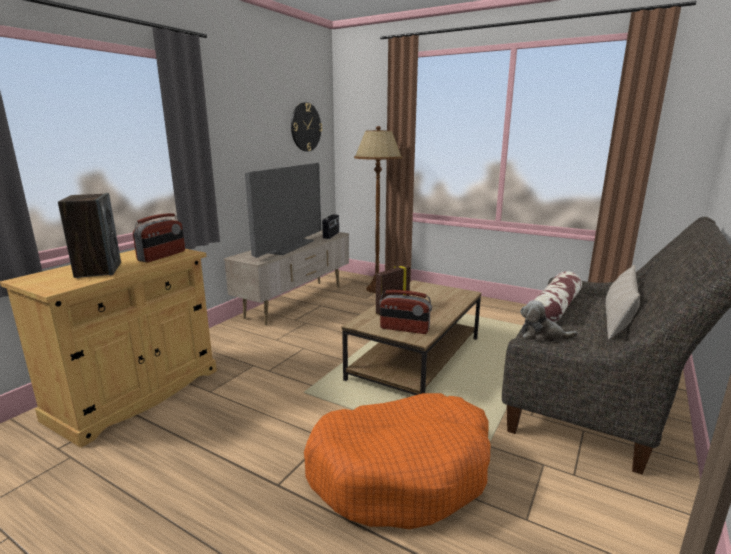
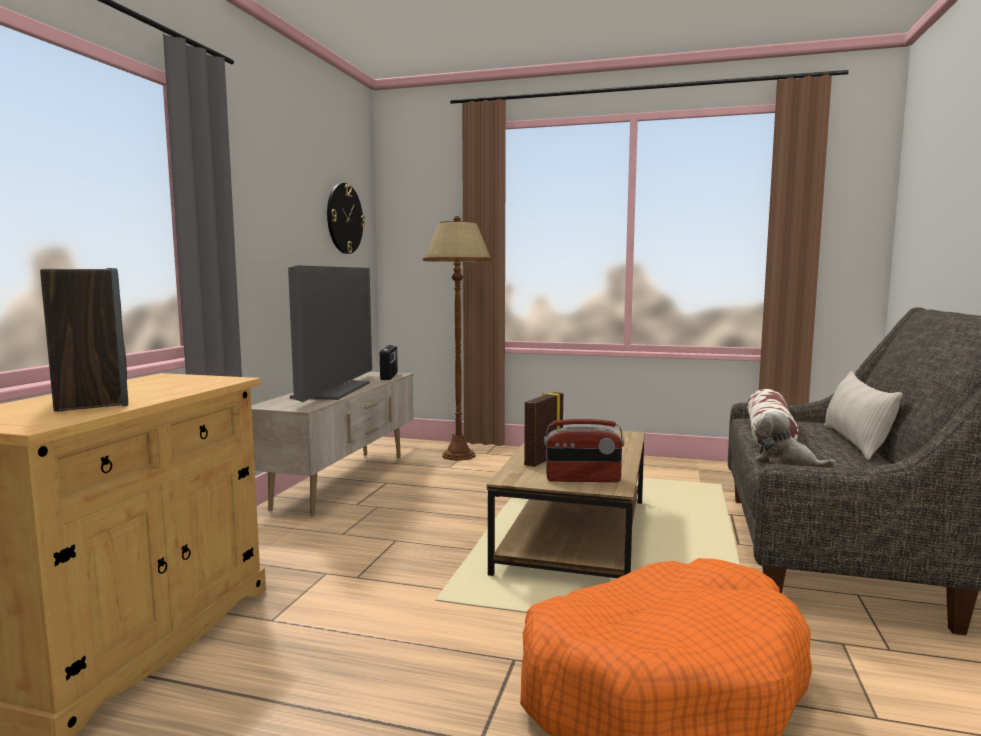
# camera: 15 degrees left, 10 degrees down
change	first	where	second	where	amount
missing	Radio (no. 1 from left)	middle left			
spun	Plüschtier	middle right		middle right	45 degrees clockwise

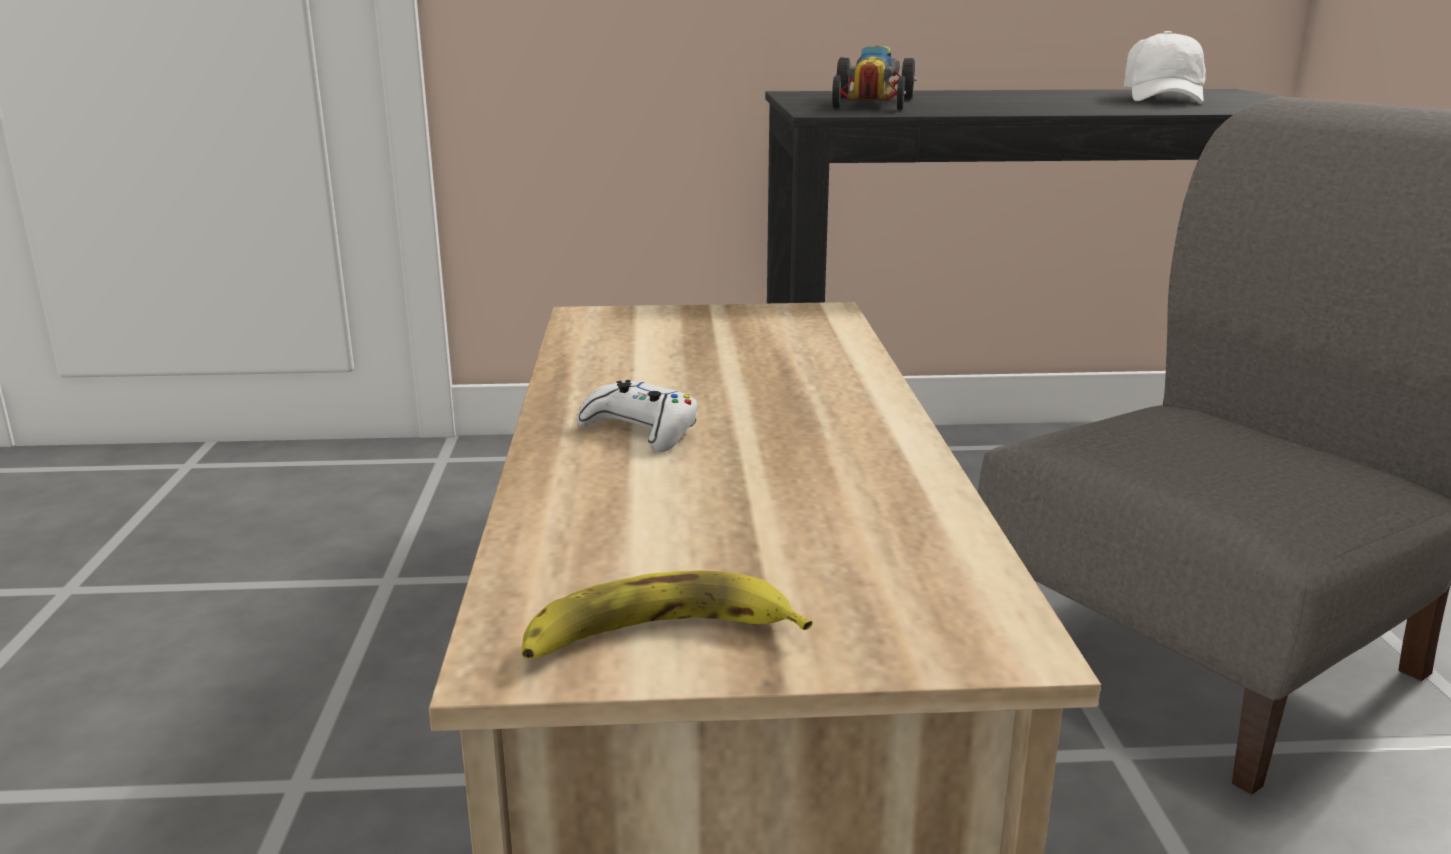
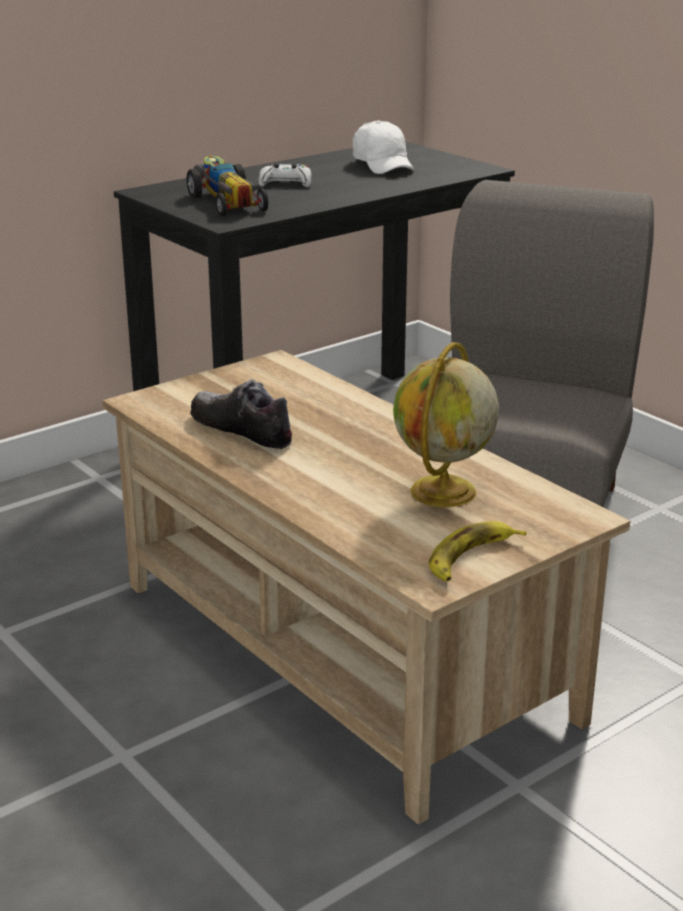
# camera: 35 degrees left, 5 degrees up
change	first	where	second	where	amount
relocated	Gamepad (weiß)	centre		top centre	
appeared			Globus	centre	
appeared			Schuh	centre	

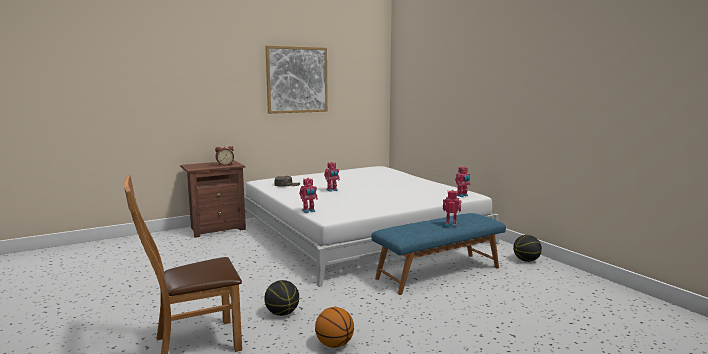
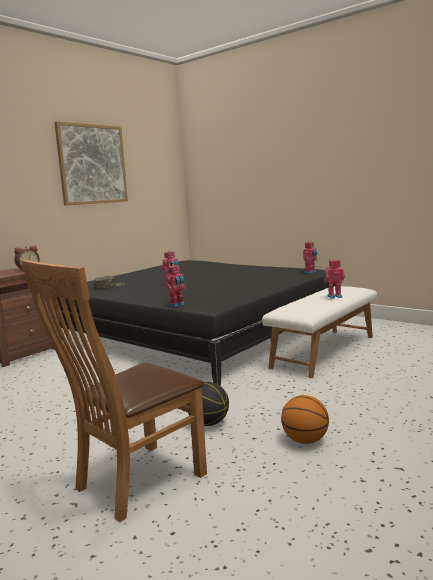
# camera: 20 degrees left, 0 degrees up
change	first	where	second	where	amount
colour	Bett (weiß)	centre	Bett (schwarz)	centre	
colour	Bank (blau)	bottom centre	Bank (weiß)	middle right	
missing	Basketball (no. 3 from left)	bottom right			

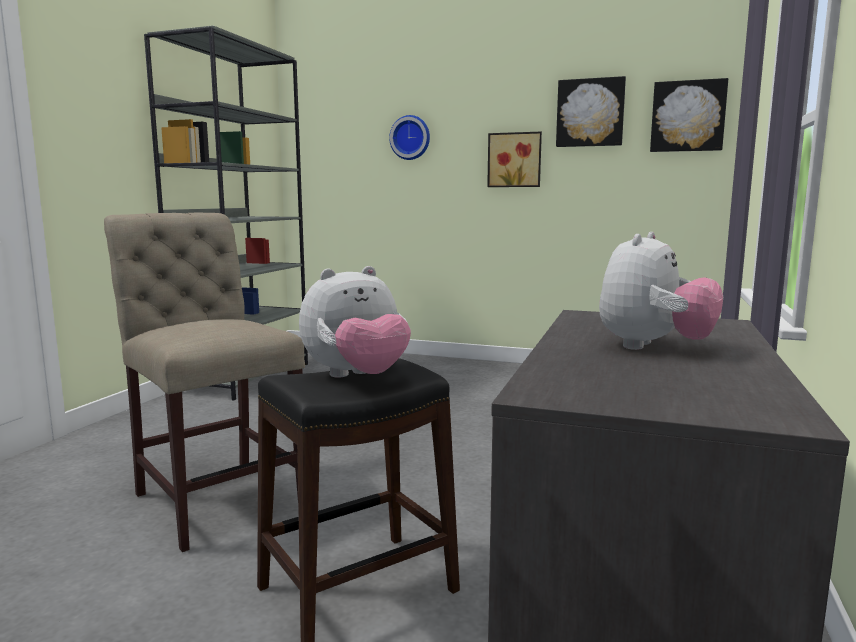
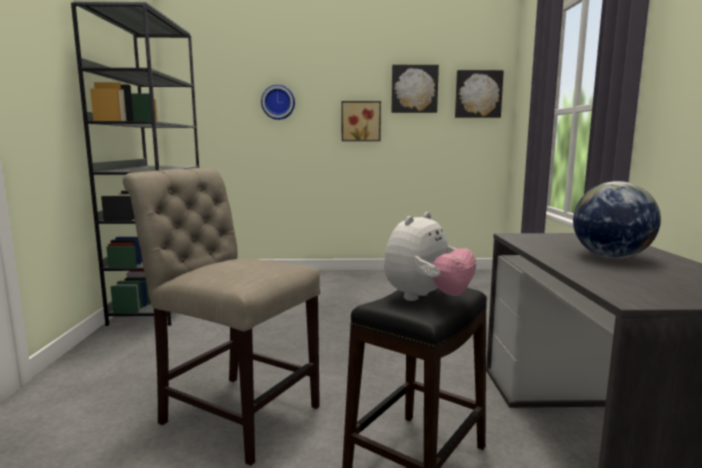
# camera: 20 degrees left, 0 degrees up
change	first	where	second	where	amount
exchanged	Plüschtier (no. 2 from left)	middle right	Globus	middle right	

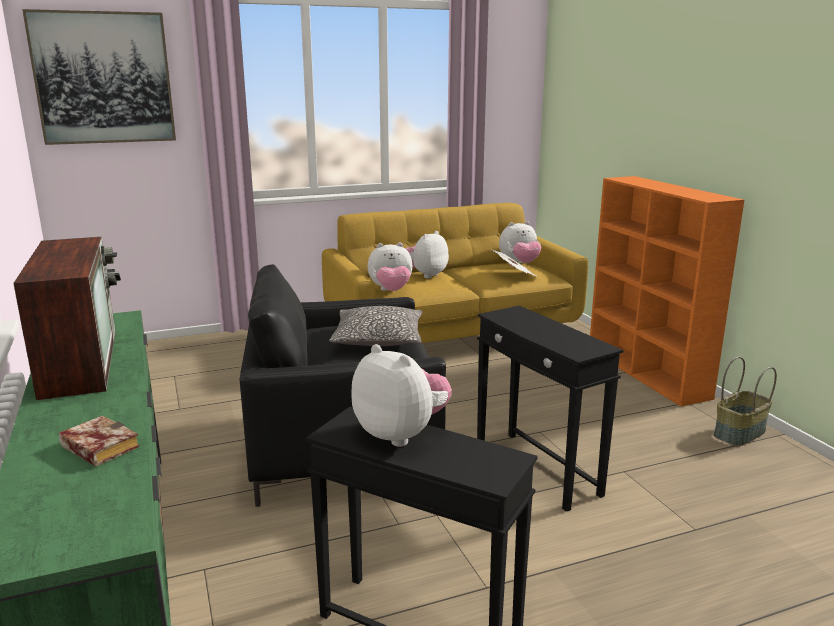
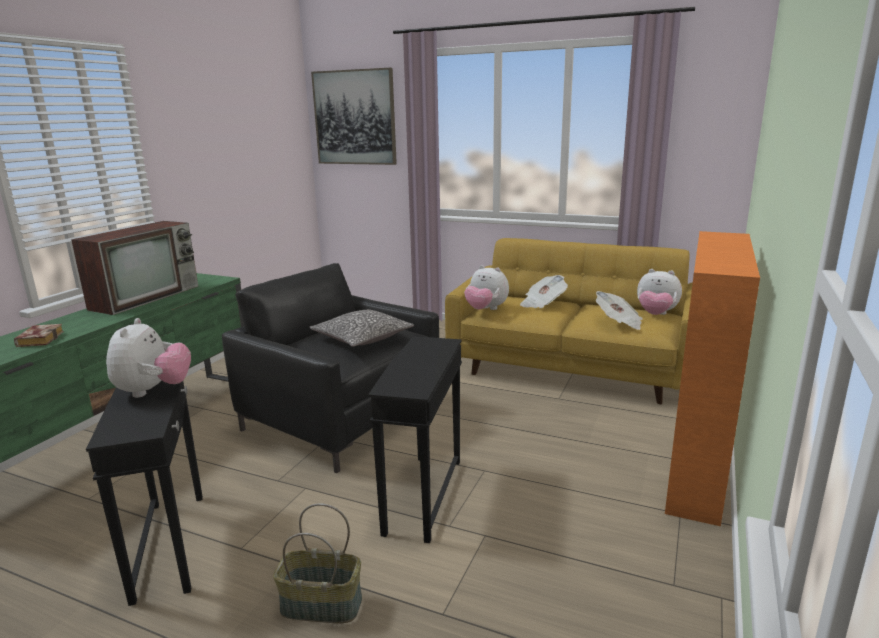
# camera: 45 degrees right, 0 degrees up
change	first	where	second	where	amount
exchanged	Plüschtier (no. 3 from left)	centre	Zeitung (no. 1 from left)	centre	
relocated	Korb	middle right		bottom centre	

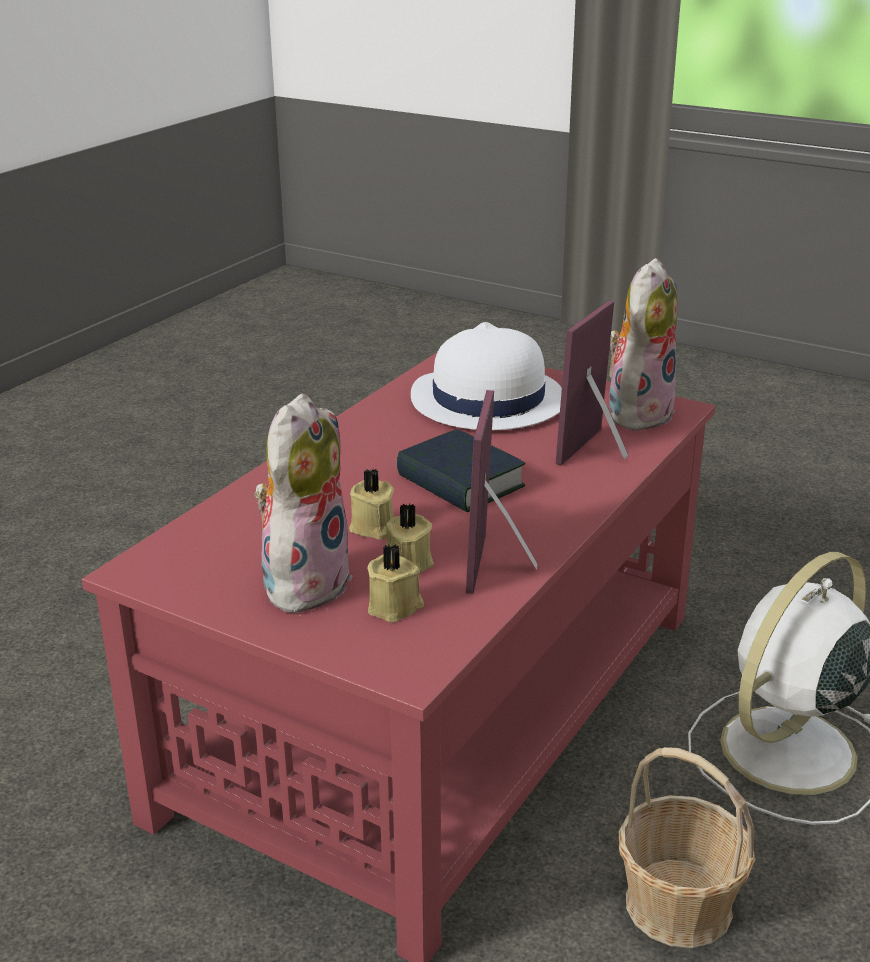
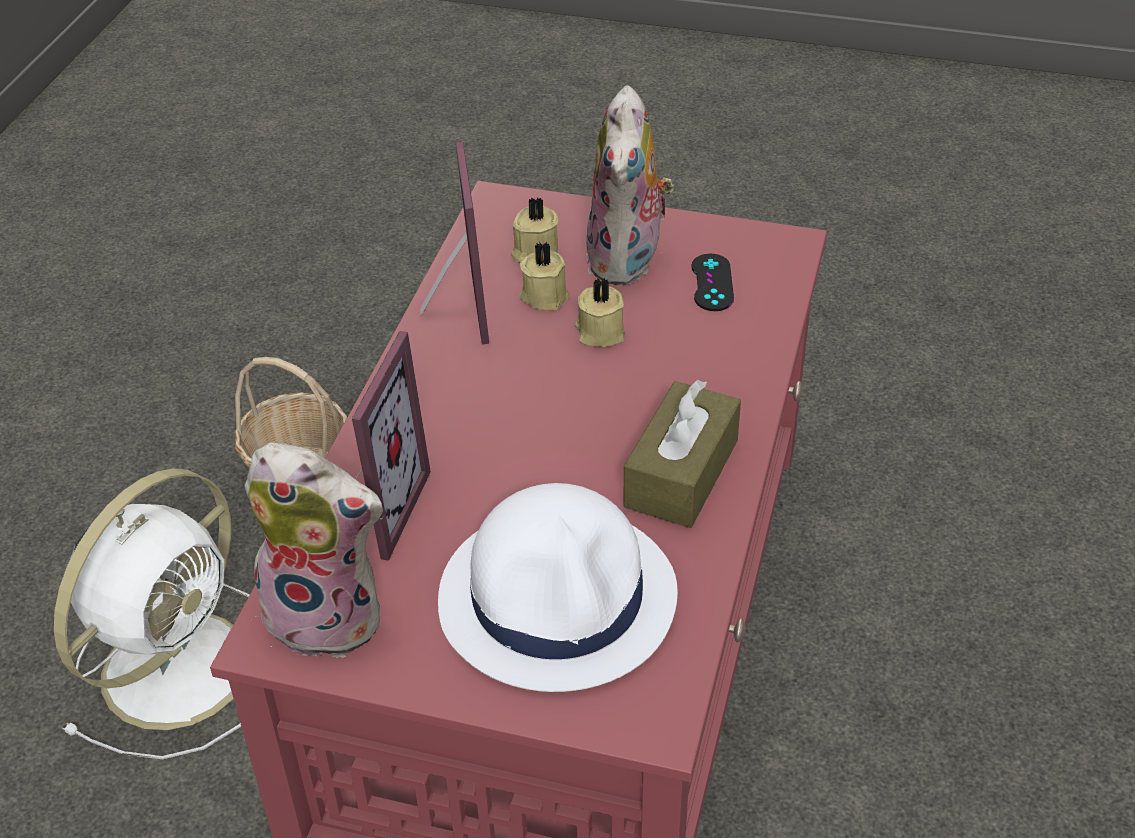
# camera: 165 degrees right, 15 degrees up
change	first	where	second	where	amount
spun	Plüschtier (no. 2 from left in the first image)	middle right	Plüschtier (no. 1 from left)	middle left	90 degrees counterclockwise
missing	Buch	centre			
appeared			Gamepad (schwarz)	centre	
appeared			Taschentuchbox (braun)	centre	

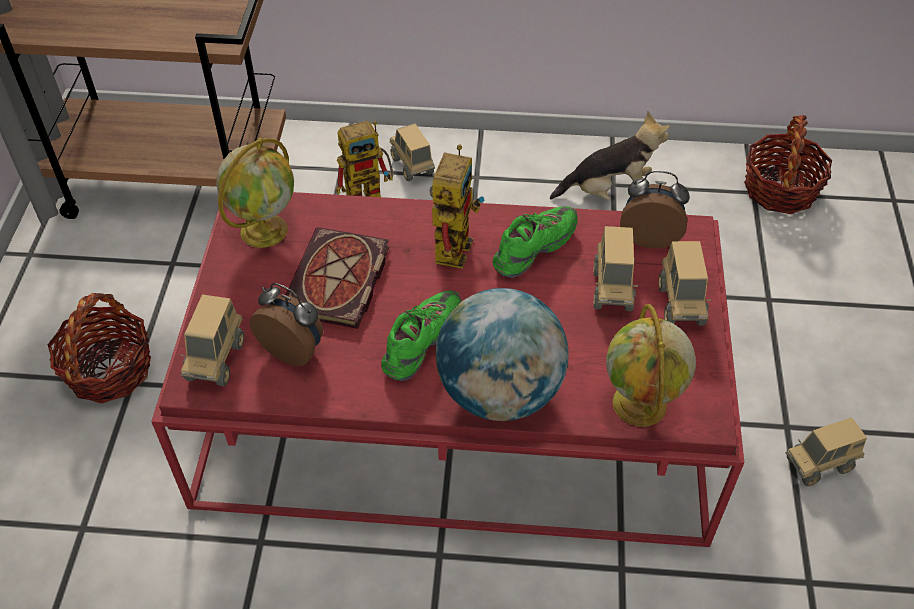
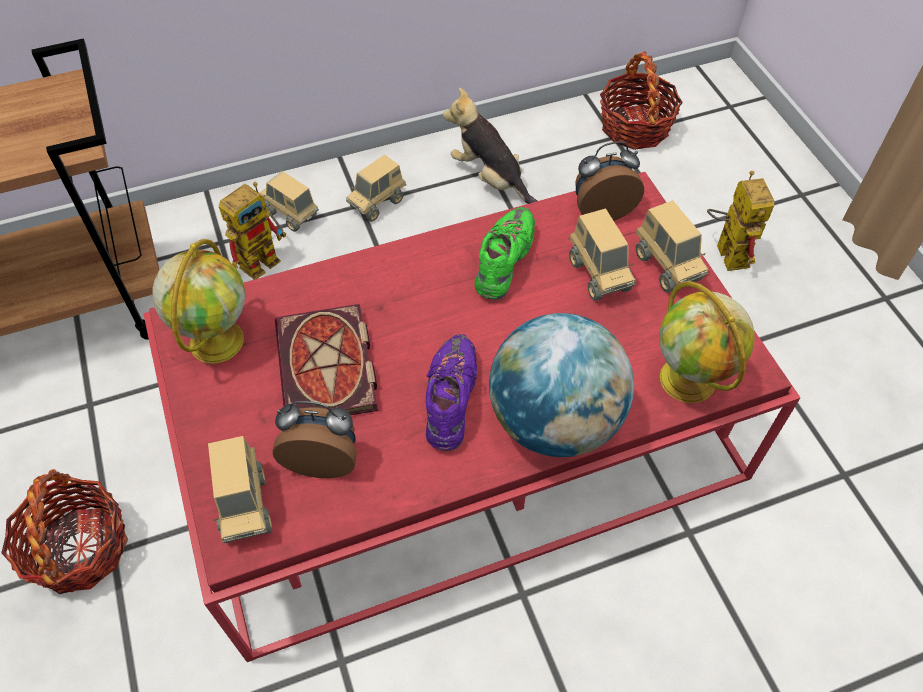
# camera: 25 degrees left, 5 degrees up
change	first	where	second	where	amount
spun	Plüschtier	top centre		top centre	105 degrees counterclockwise
relocated	Spielzeugroboter (no. 2 from left)	centre		top right	
colour	Schuh (grün) (no. 1 from left)	centre	Schuh (lila)	centre	
relocated	Spielzeuglaster (no. 5 from left in the first image)	bottom right	Spielzeuglaster (no. 3 from left)	top centre	

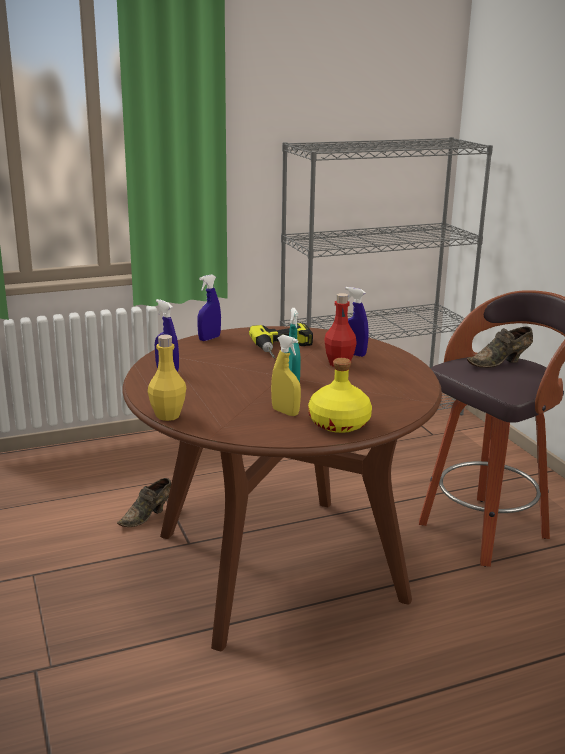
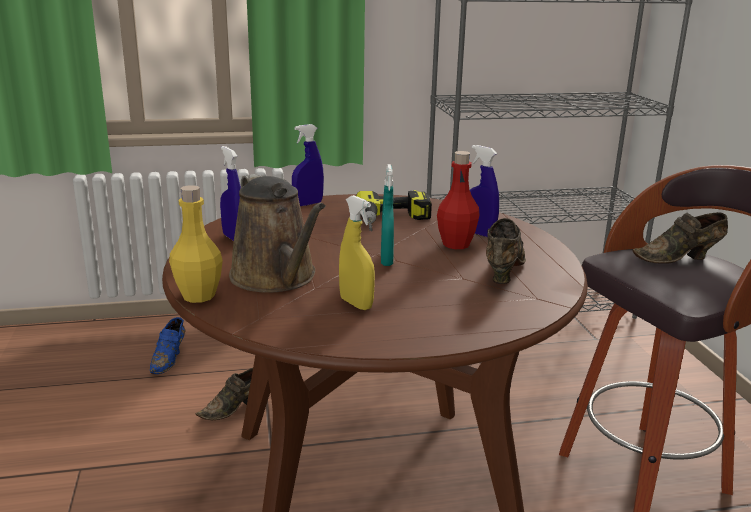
# camera: 10 degrees right, 0 degrees up
change	first	where	second	where	amount
missing	Flasche (gelb) (no. 2 from left)	centre			
appeared			Gießkanne (braun)	centre	
appeared			Schuh (braun) (no. 2 from left)	middle right	
appeared			Schuh (blau)	bottom left	

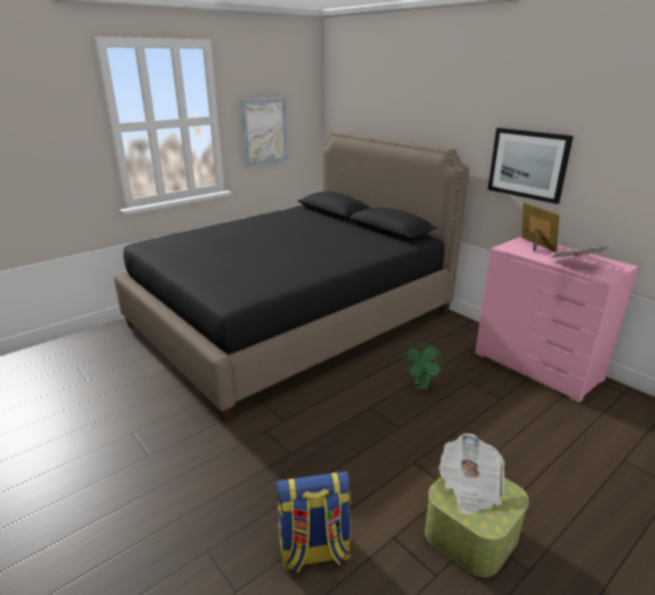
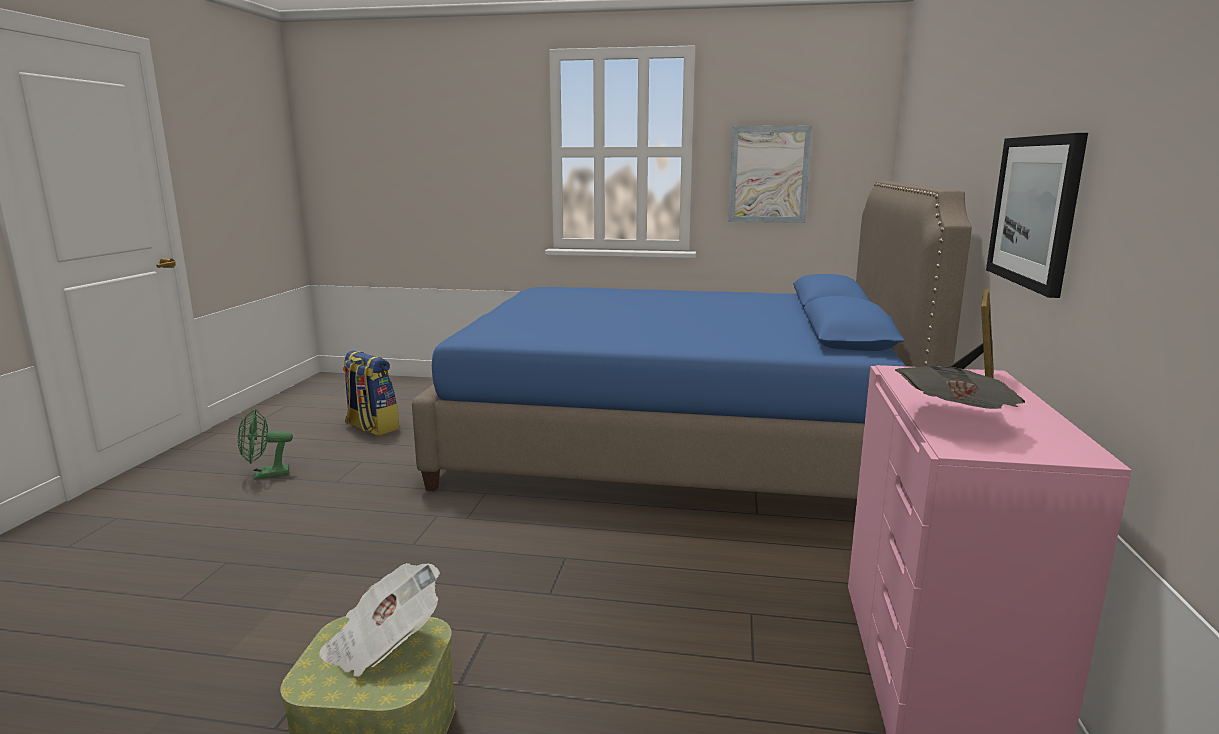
# camera: 50 degrees right, 10 degrees down
change	first	where	second	where	amount
colour	Bett (schwarz)	centre	Bett (blau)	centre	
relocated	Ventilator (grün)	centre		middle left	
relocated	Rucksack	bottom centre		middle left	

